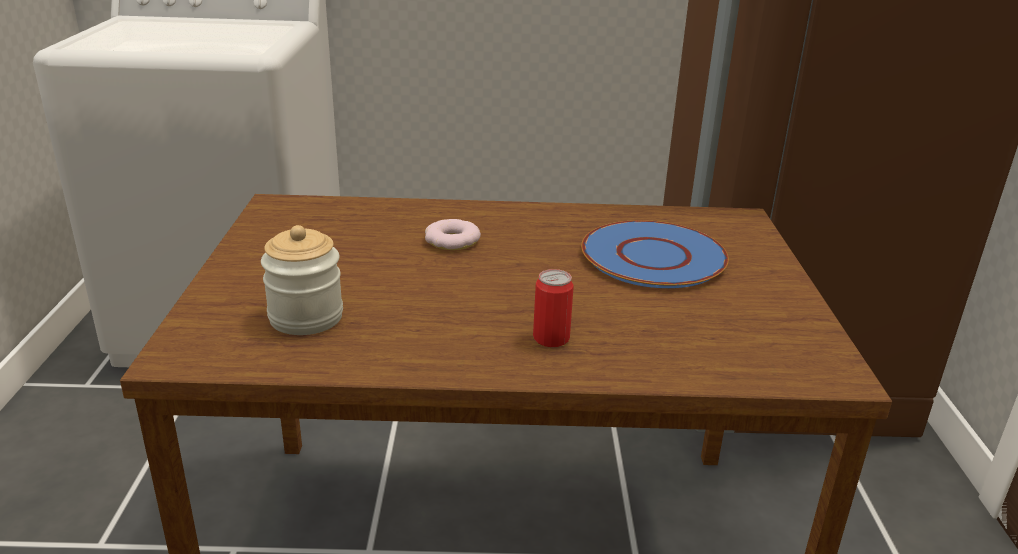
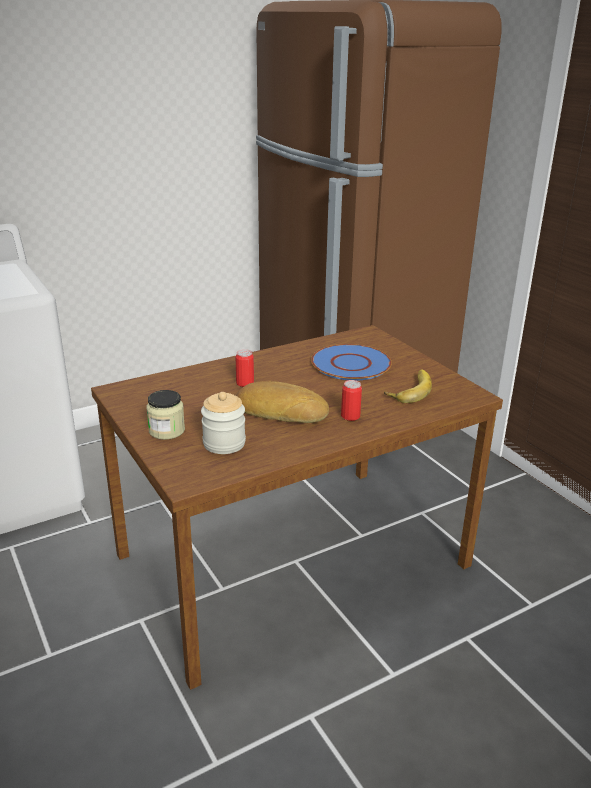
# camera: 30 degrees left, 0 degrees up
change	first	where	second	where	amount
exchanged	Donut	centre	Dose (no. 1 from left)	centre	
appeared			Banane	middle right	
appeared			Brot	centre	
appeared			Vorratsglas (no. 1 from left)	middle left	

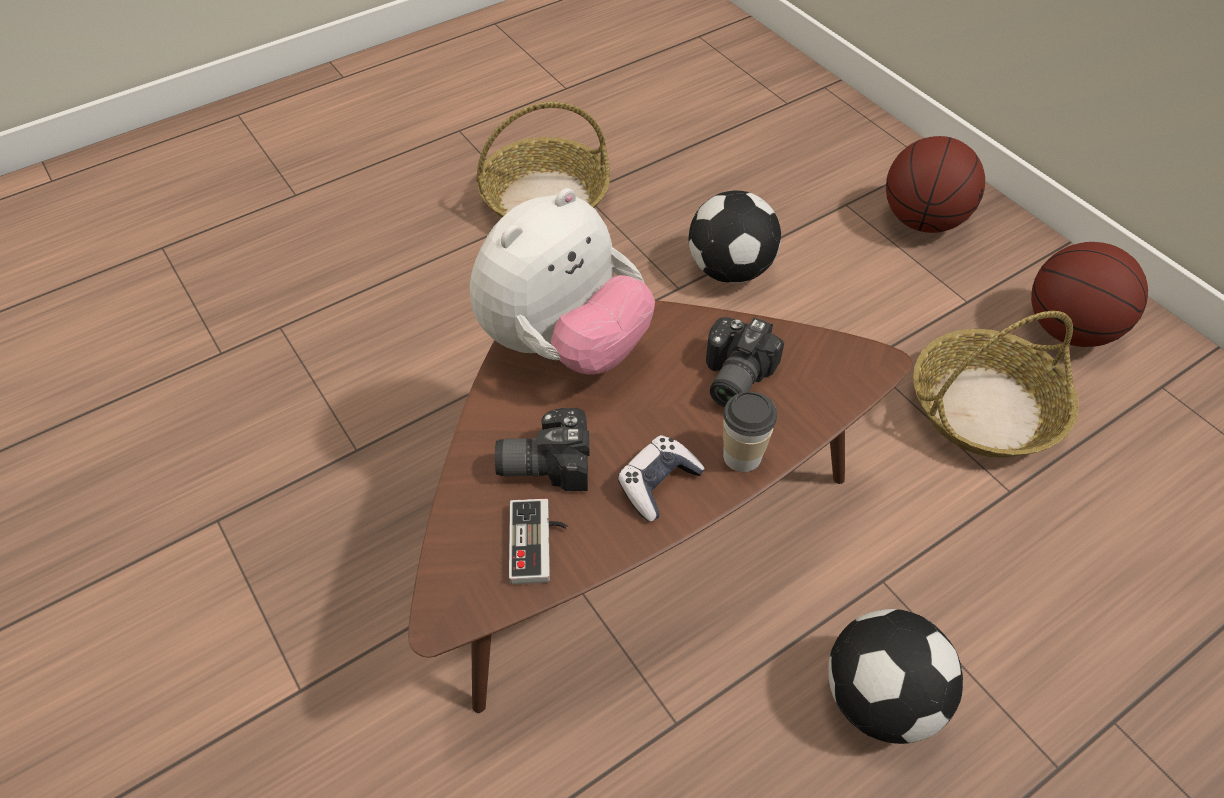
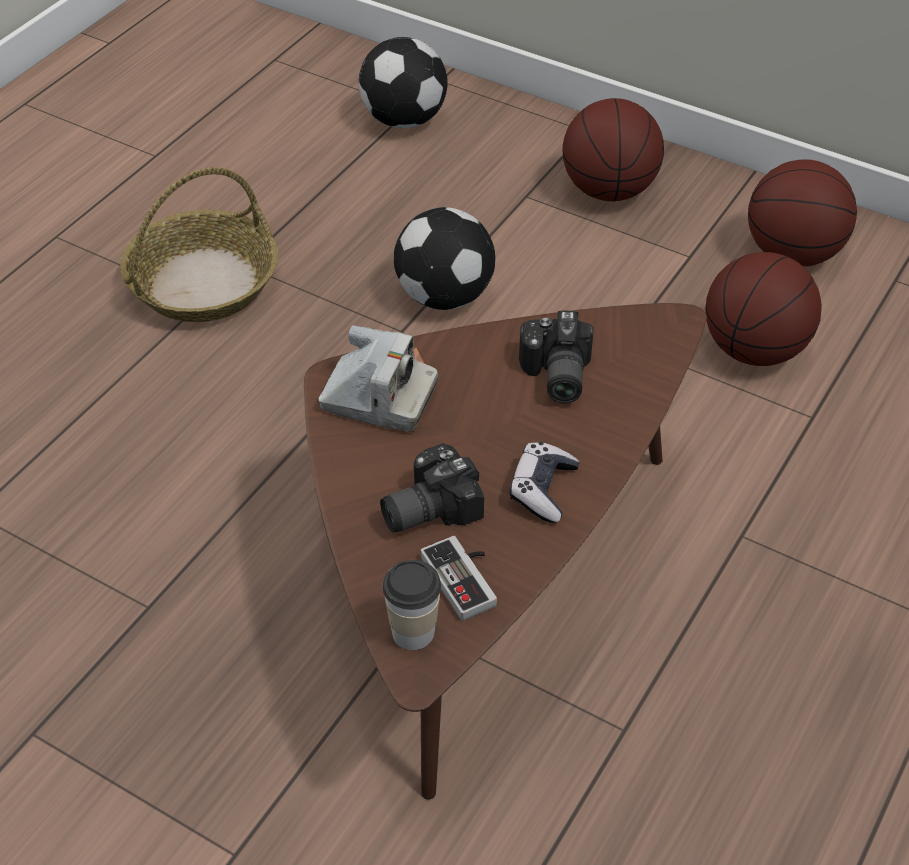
# camera: 25 degrees left, 5 degrees down
change	first	where	second	where	amount
exchanged	Plüschtier	centre	Kamera (no. 1 from left)	centre	
exchanged	Korb (no. 2 from left)	middle right	Basketball (no. 2 from left)	middle right	
relocated	Tasse	centre		bottom centre	
relocated	Fußball (no. 2 from left in the first image)	bottom right	Fußball (no. 1 from left)	top centre	

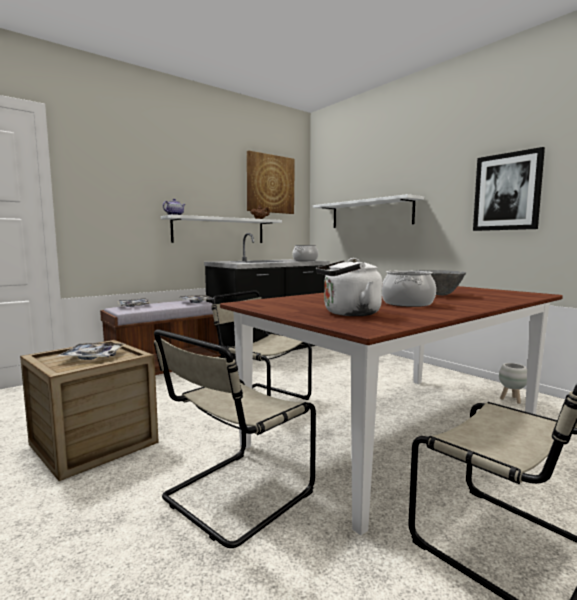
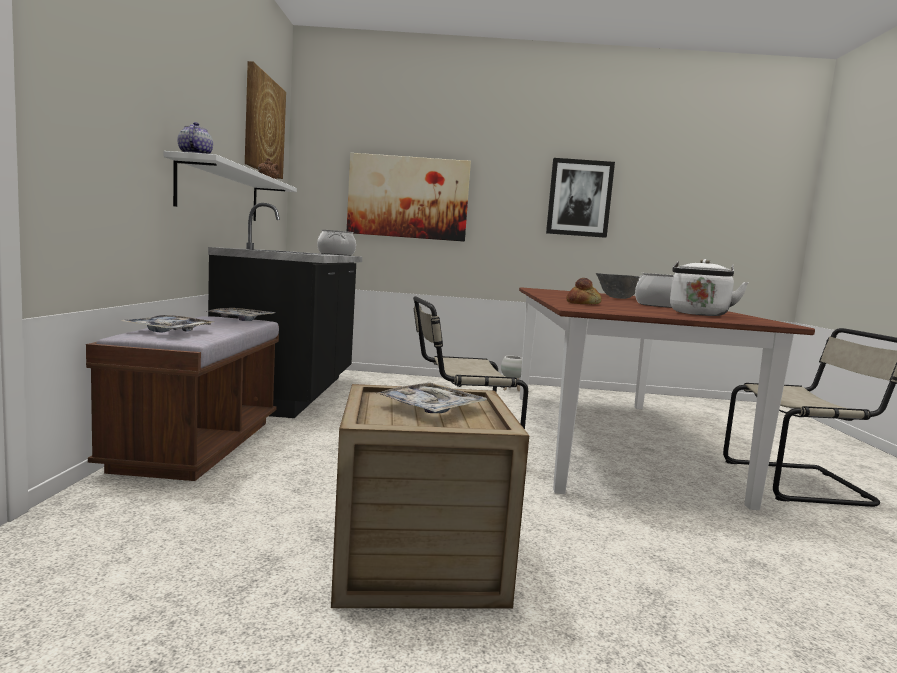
# camera: 50 degrees left, 0 degrees up
change	first	where	second	where	amount
exchanged	Wandregal (weiß) (no. 2 from left)	centre	Bild (no. 2 from left)	top centre	
missing	Stuhl (beige) (no. 1 from left)	bottom centre			
relocated	Pflanzkübel (weiß)	middle right		centre	
appeared			Brot	centre	

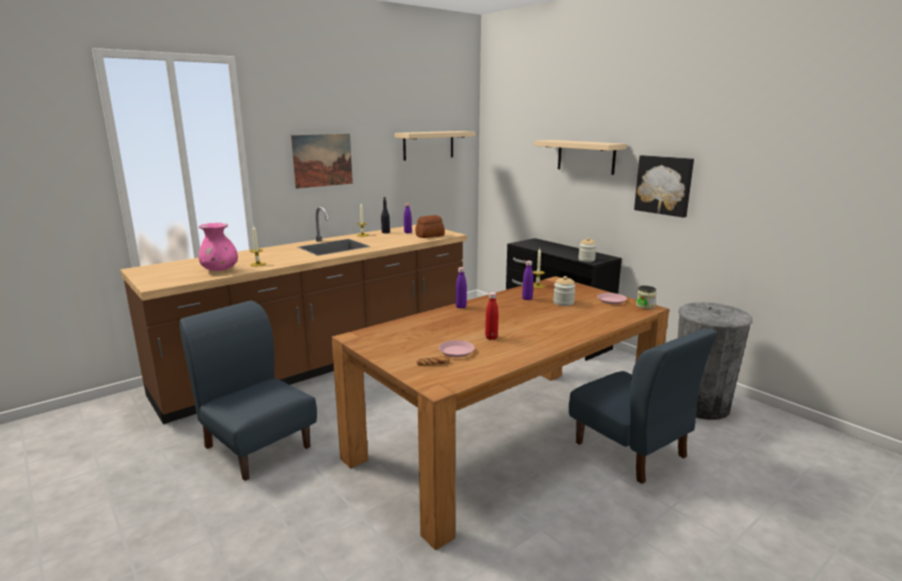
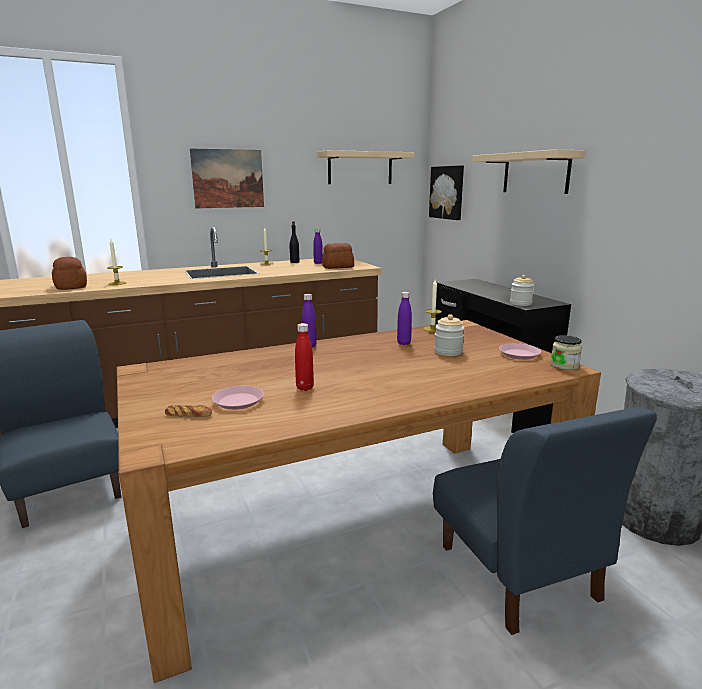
# camera: 15 degrees right, 0 degrees up
change	first	where	second	where	amount
relocated	Bild (no. 2 from left)	top right		top centre	
exchanged	Vase (rosa)	middle left	Brot (no. 1 from left)	middle left	

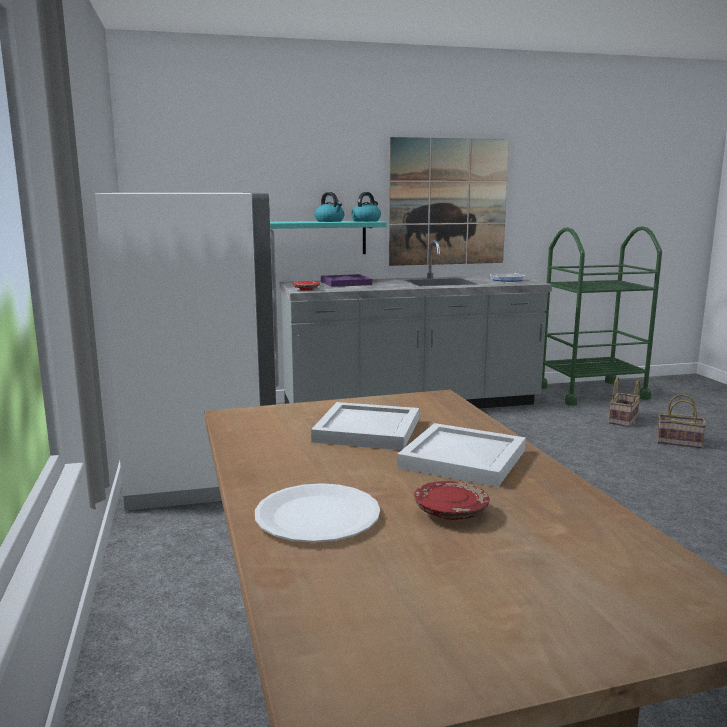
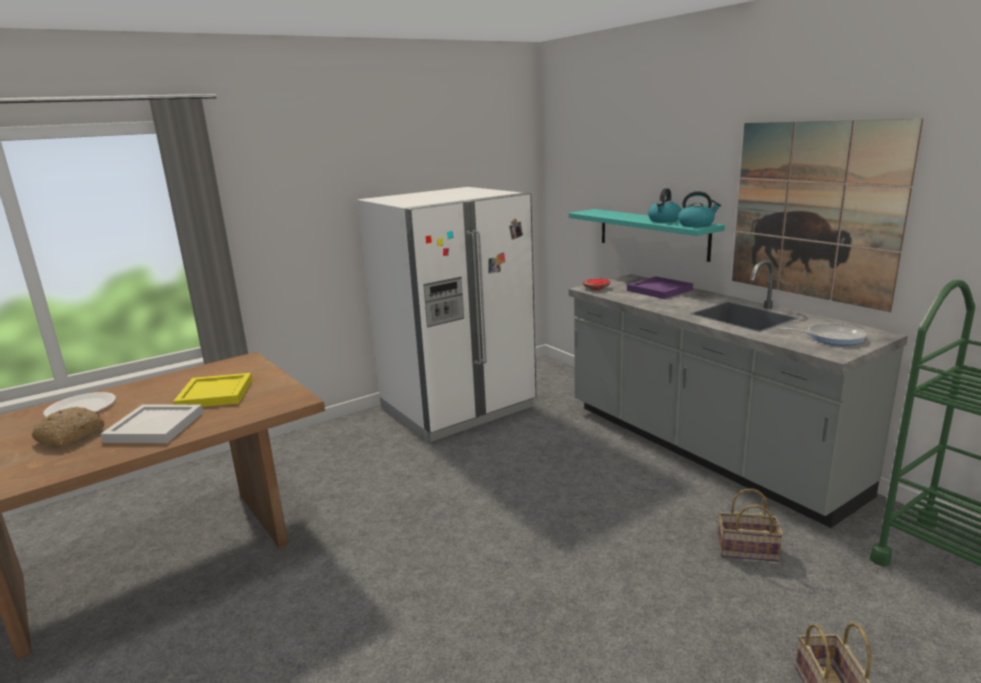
# camera: 70 degrees right, 5 degrees up
change	first	where	second	where	amount
relocated	Korb (no. 1 from left)	middle right		bottom right	
colour	Tablett (weiß) (no. 1 from left)	centre	Tablett (gelb)	middle left	
exchanged	Teller (rot) (no. 2 from left)	bottom centre	Brot	middle left	

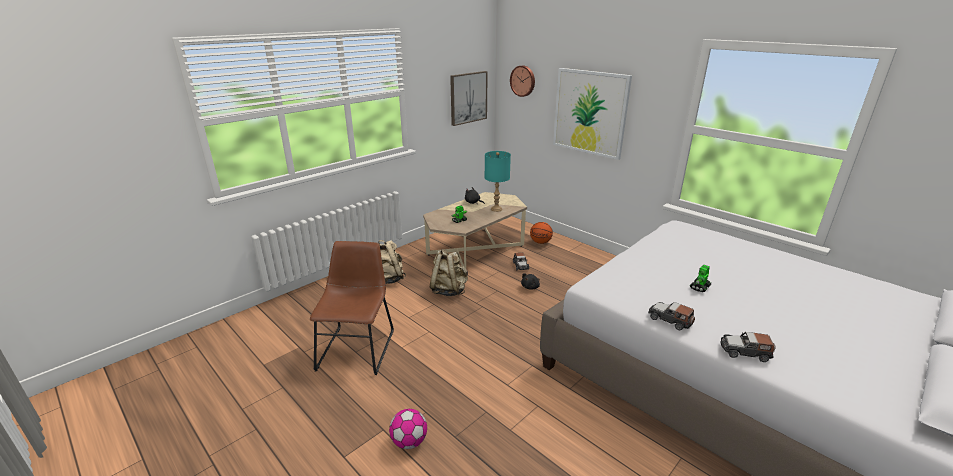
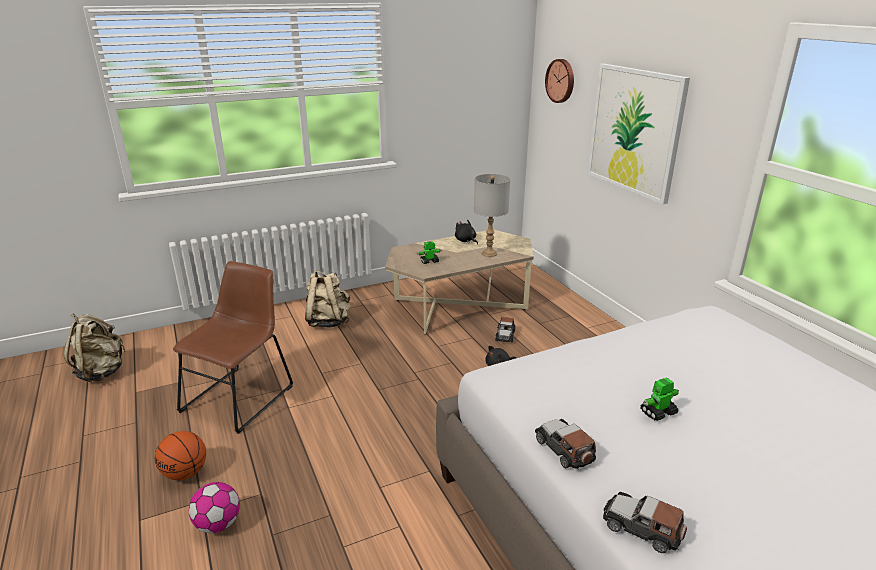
# camera: 20 degrees right, 0 degrees up
change	first	where	second	where	amount
missing	Bild (no. 1 from left)	top centre			
colour	Tischlampe (türkis)	centre	Tischlampe (grau)	centre	
relocated	Basketball	centre		bottom left	
relocated	Rucksack (beige) (no. 2 from left in the first image)	centre	Rucksack (beige) (no. 1 from left)	middle left	

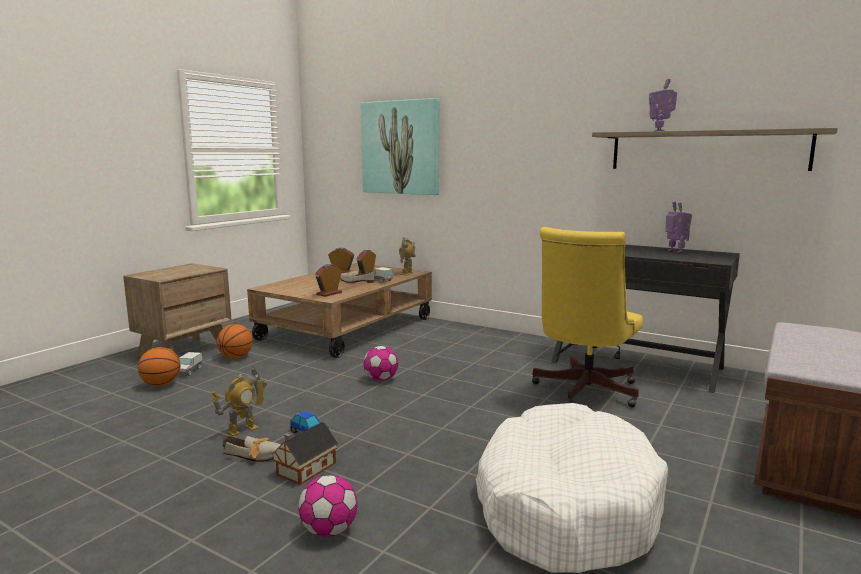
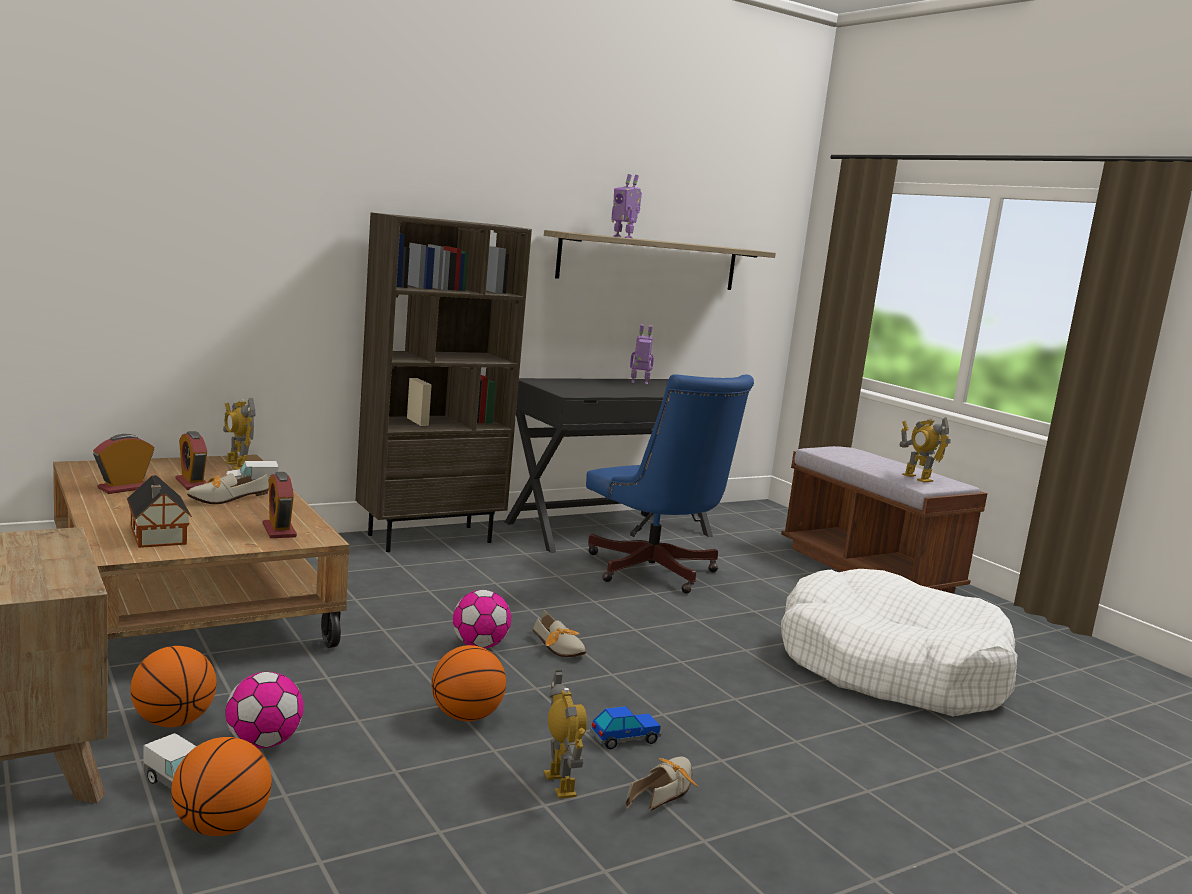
# camera: 65 degrees left, 0 degrees up
change	first	where	second	where	amount
missing	Bild	top centre			
colour	Bürostuhl (gelb)	middle right	Bürostuhl (blau)	centre	
relocated	Spielzeughaus	bottom centre		middle left	
relocated	Fußball (no. 1 from left)	bottom centre		bottom left	
appeared			Bücherregal (braun)	centre	
appeared			Spielzeugroboter (no. 5 from left)	middle right	
appeared			Schuh (no. 2 from left)	bottom centre	
appeared			Basketball (no. 3 from left)	bottom centre	

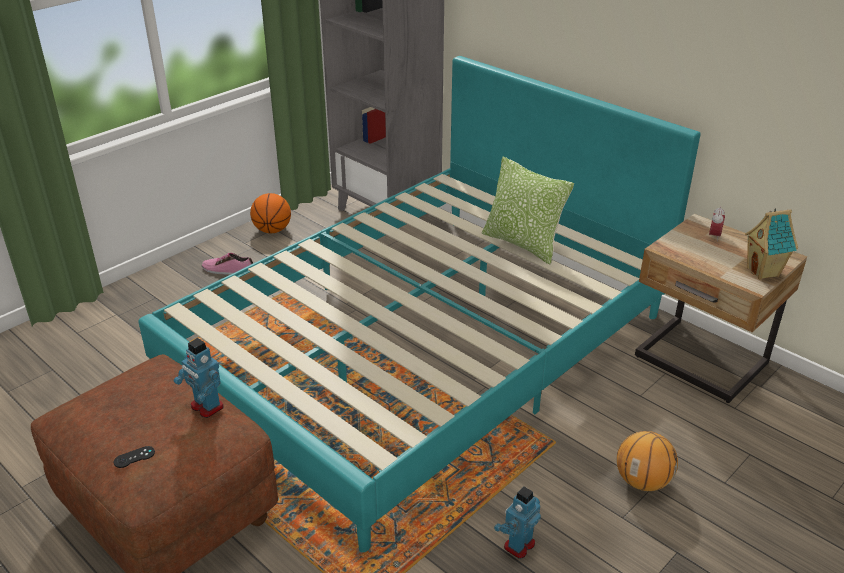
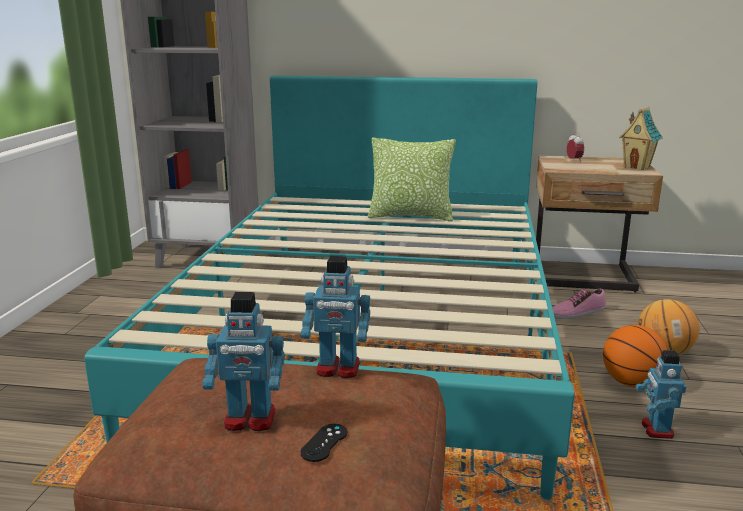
# camera: 35 degrees left, 15 degrees down
change	first	where	second	where	amount
relocated	Basketball (no. 1 from left)	middle left		bottom right	
relocated	Schuh	middle left		middle right	
appeared			Spielzeugroboter (no. 1 from left)	bottom left	

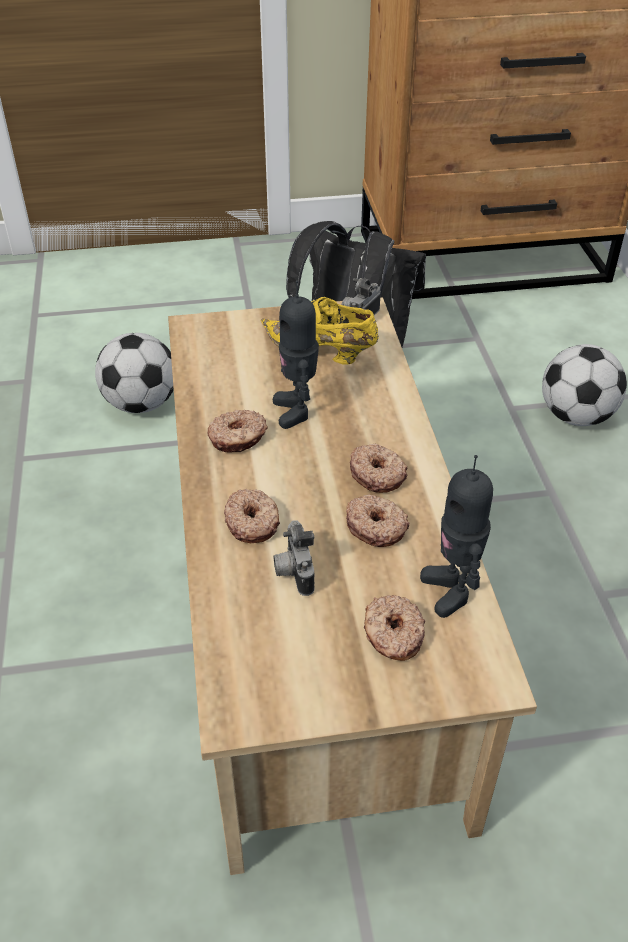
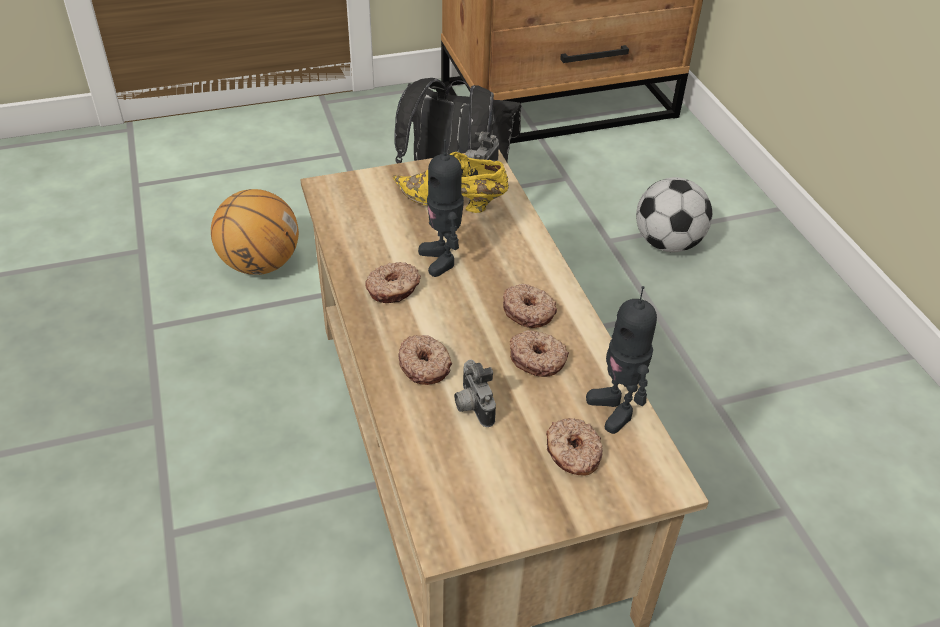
# camera: 10 degrees left, 0 degrees up
change	first	where	second	where	amount
exchanged	Fußball (no. 1 from left)	middle left	Basketball	middle left	

